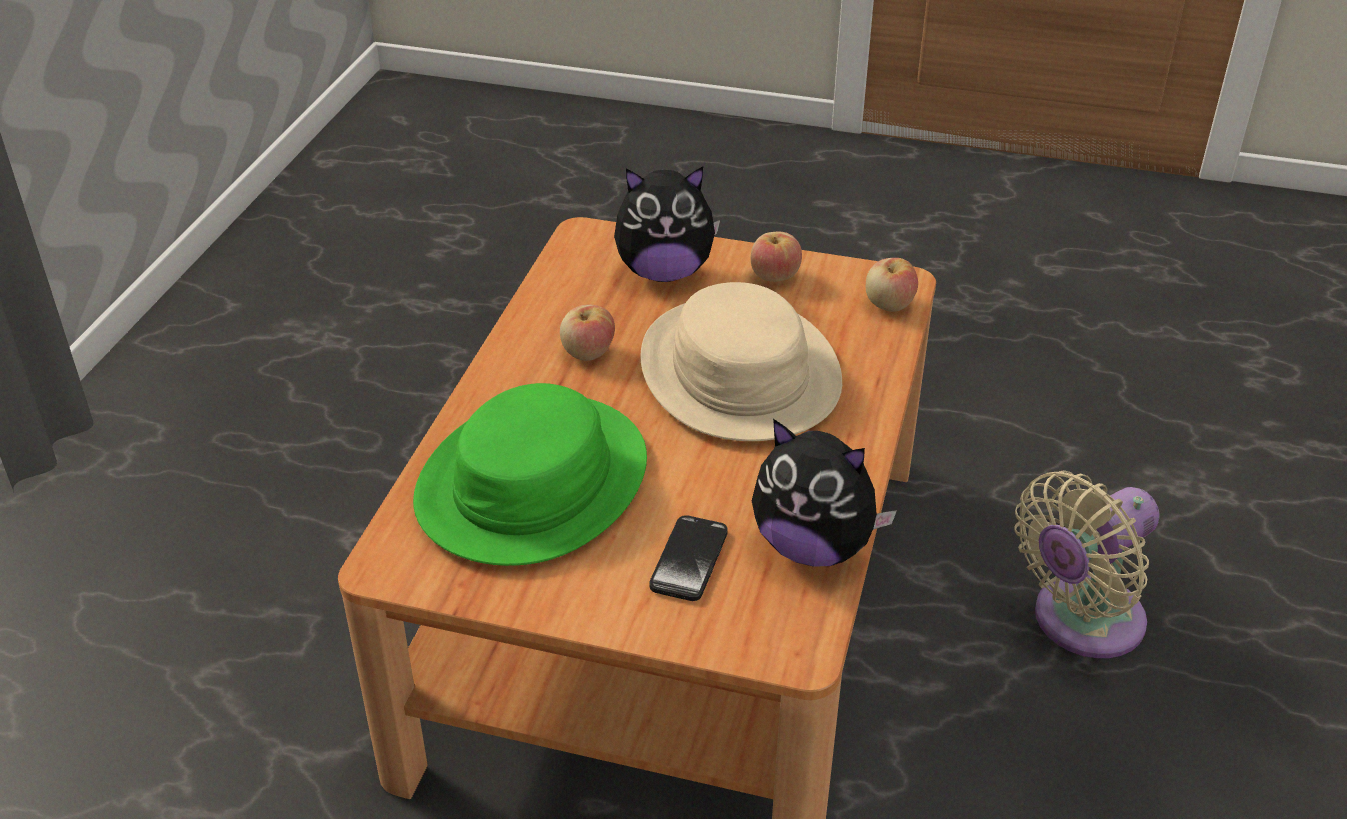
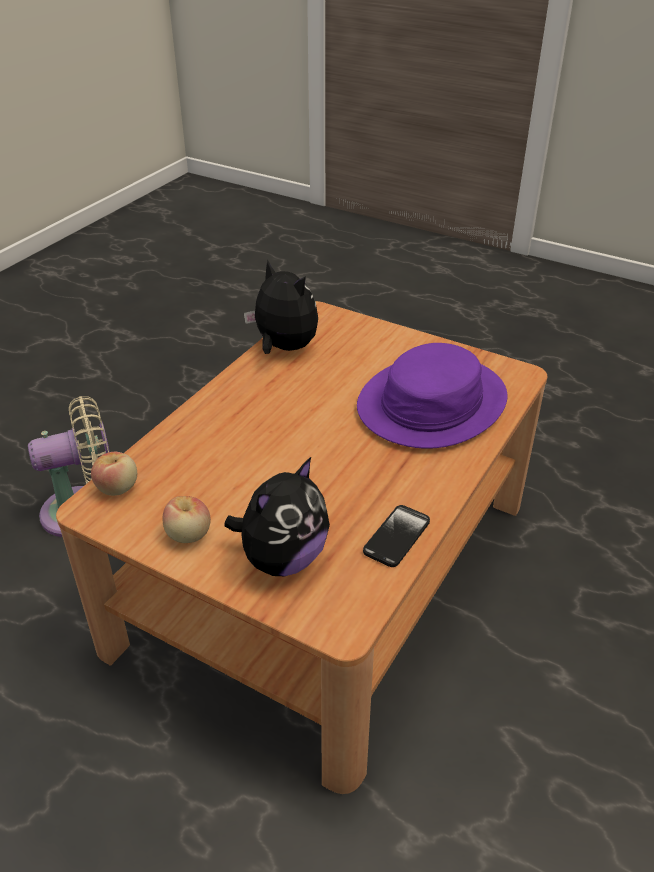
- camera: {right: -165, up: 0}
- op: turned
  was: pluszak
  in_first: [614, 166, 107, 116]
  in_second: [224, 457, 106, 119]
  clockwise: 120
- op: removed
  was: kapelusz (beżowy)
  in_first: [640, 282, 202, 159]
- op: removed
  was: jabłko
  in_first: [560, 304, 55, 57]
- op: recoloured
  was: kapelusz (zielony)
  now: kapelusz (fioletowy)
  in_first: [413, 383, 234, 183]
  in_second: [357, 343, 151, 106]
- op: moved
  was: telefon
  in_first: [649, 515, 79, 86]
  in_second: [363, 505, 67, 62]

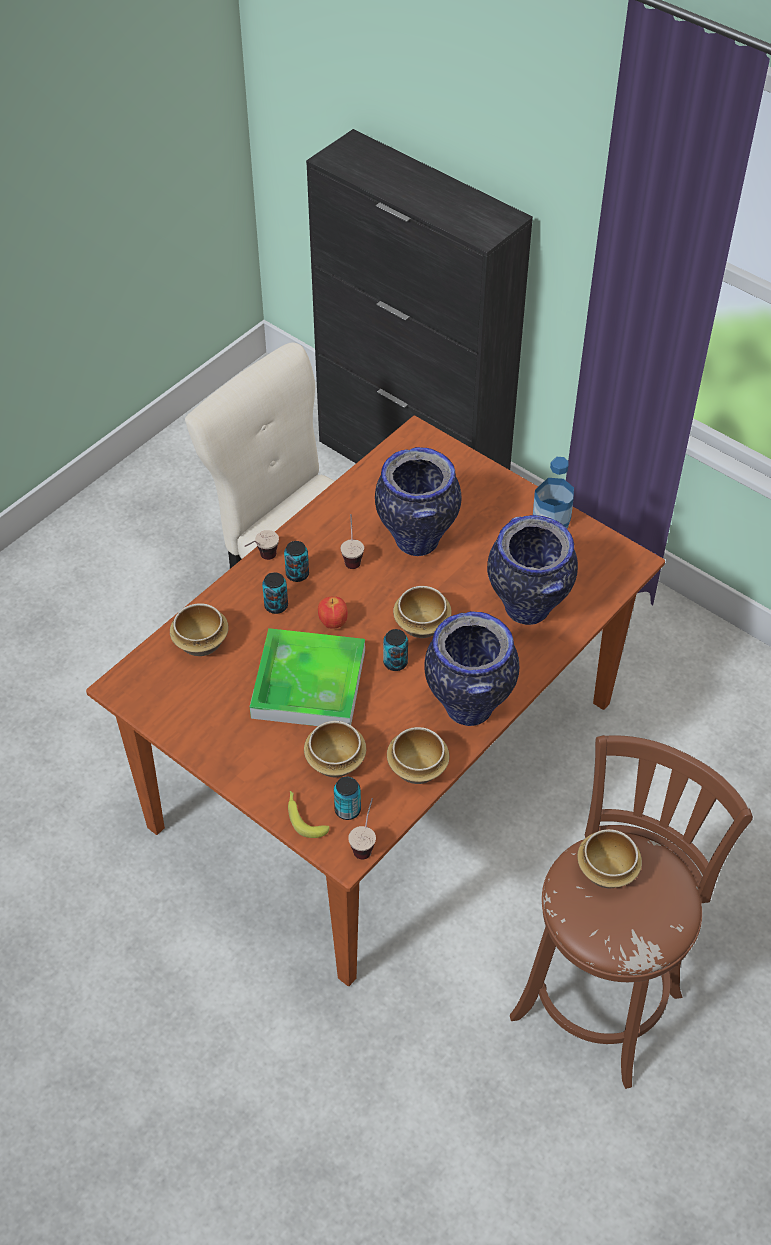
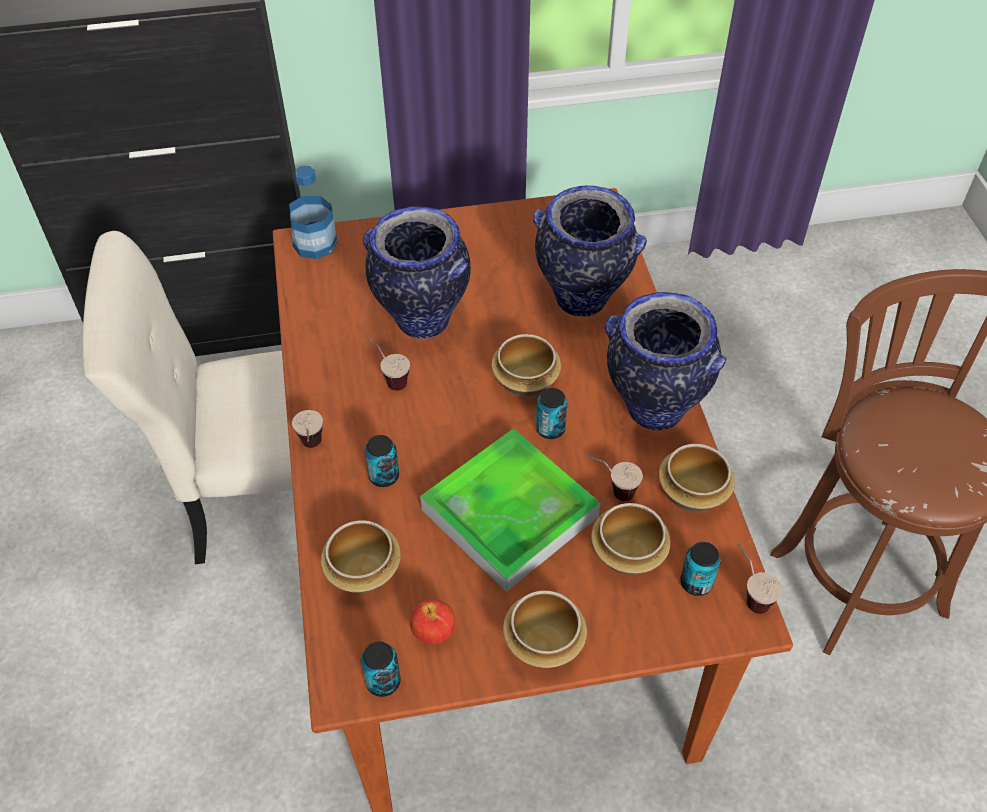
- camera: {right: -50, up: 0}
- op: moved
  was: butelka
  in_first: [533, 457, 41, 71]
  in_second: [289, 166, 48, 93]
- op: moved
  was: puszka
  in_first: [284, 541, 25, 41]
  in_second: [361, 642, 40, 55]
- op: moved
  was: jabłko
  in_first: [318, 596, 30, 32]
  in_second: [410, 599, 45, 45]
- op: removed
  was: banan
  in_first: [288, 791, 42, 47]
- op: moved
  was: miska
  in_first: [577, 829, 65, 59]
  in_second: [503, 590, 84, 78]
- op: added
  now: filiżanka
  in_second: [586, 455, 57, 46]

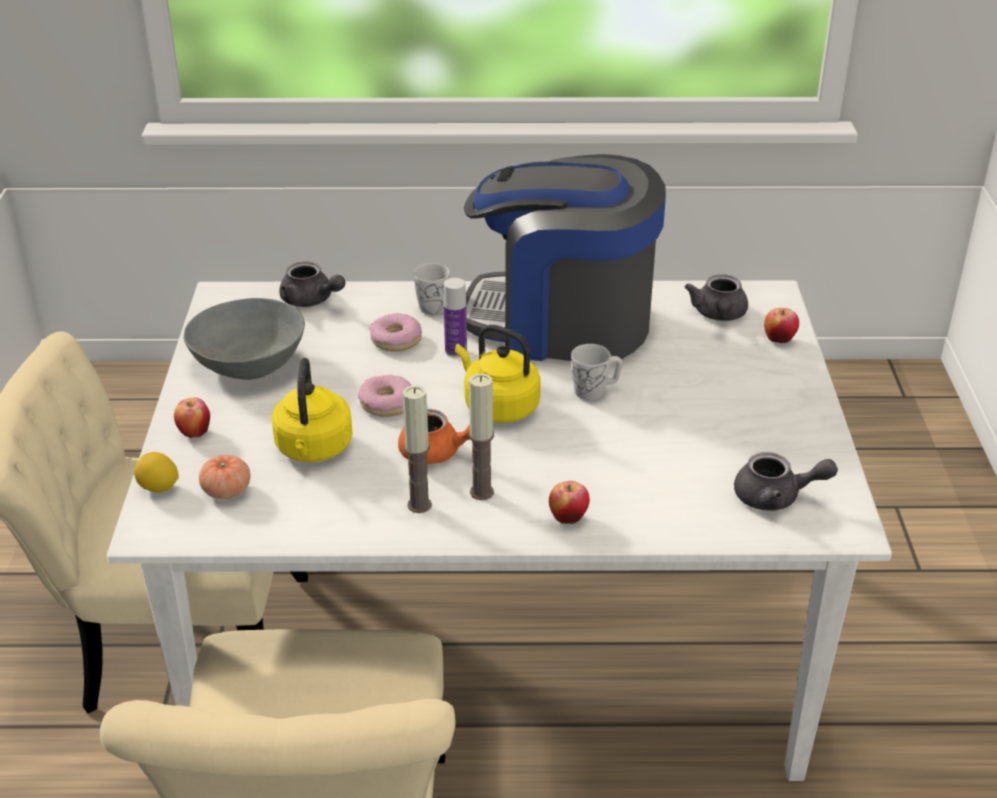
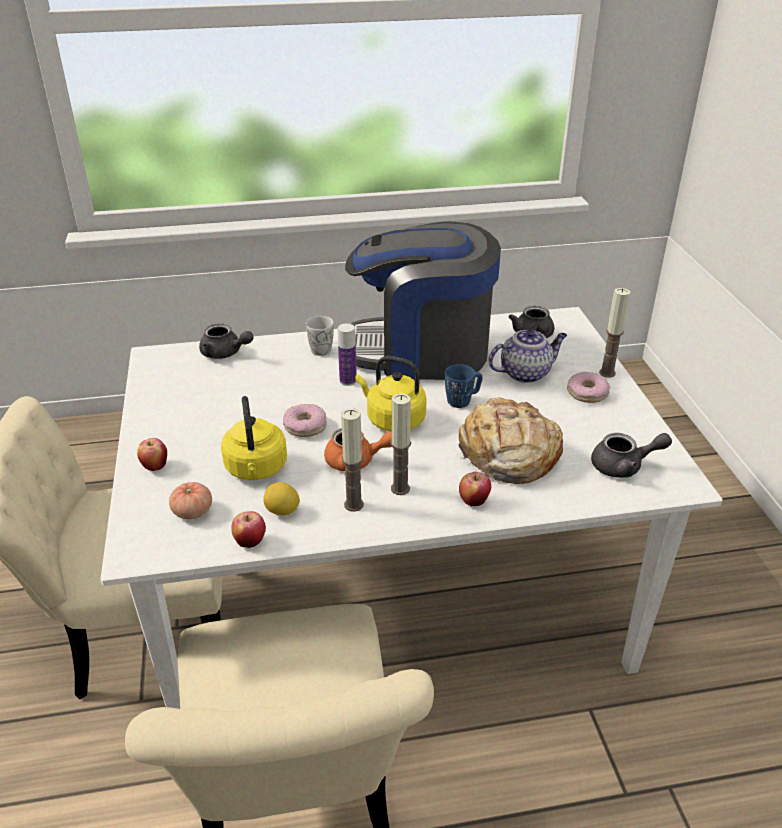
- camera: {right: -10, up: 0}
- op: removed
  was: miska (szary)
  in_first: [183, 298, 122, 82]
- op: moved
  was: jabłko
  in_first: [764, 308, 35, 35]
  in_second: [231, 511, 35, 37]
- op: moved
  was: donut
  in_first: [369, 313, 53, 38]
  in_second: [567, 372, 44, 31]
- op: recoloured
  was: kubek (biały)
  now: kubek (niebieski)
  in_first: [571, 344, 52, 56]
  in_second: [445, 364, 38, 44]
- op: moved
  was: cytryna
  in_first: [134, 452, 45, 41]
  in_second: [263, 482, 37, 34]
- op: added
  now: świeca
  in_second: [599, 288, 31, 90]
- op: added
  now: imbryk
  in_second: [488, 329, 79, 54]
- op: added
  now: chleb
  in_second: [458, 397, 105, 87]

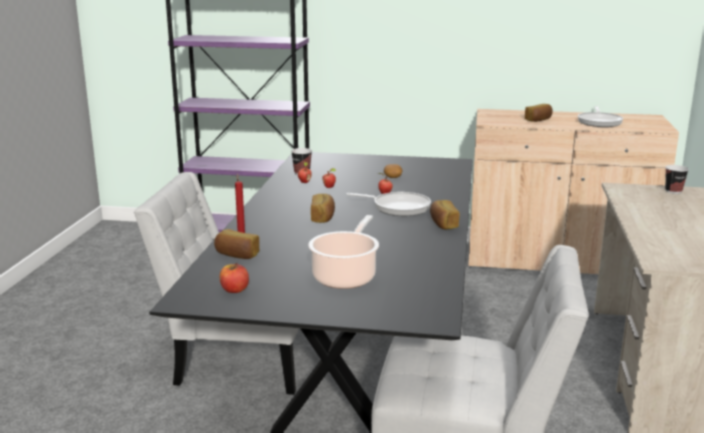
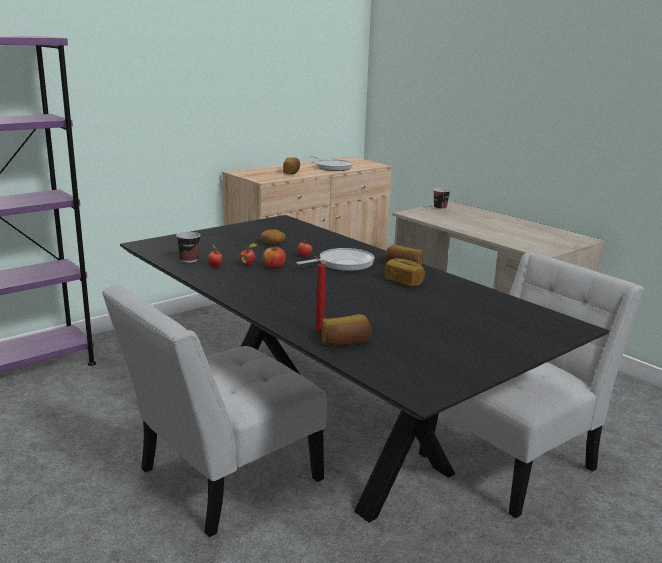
- camera: {right: -50, up: 0}
- op: moved
  was: chleb
  in_first: [311, 194, 24, 29]
  in_second: [385, 258, 40, 28]
- op: removed
  was: garnek
  in_first: [308, 215, 71, 74]
- op: moved
  was: jabłko
  in_first: [220, 263, 29, 30]
  in_second: [263, 245, 23, 24]

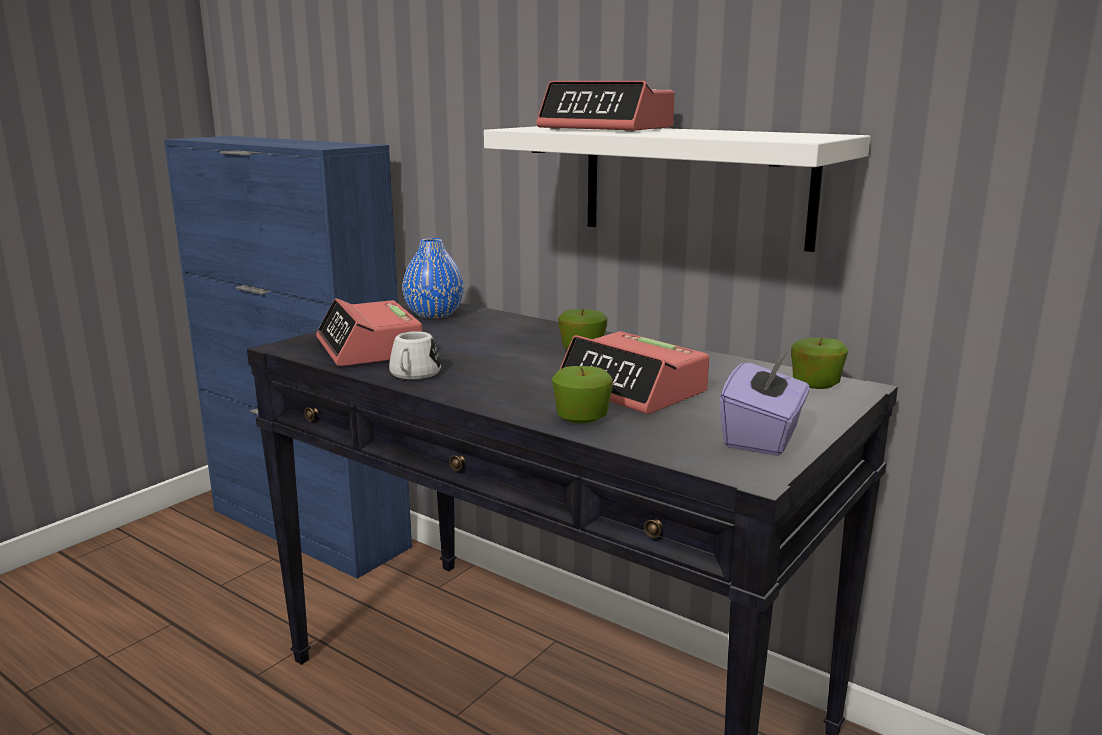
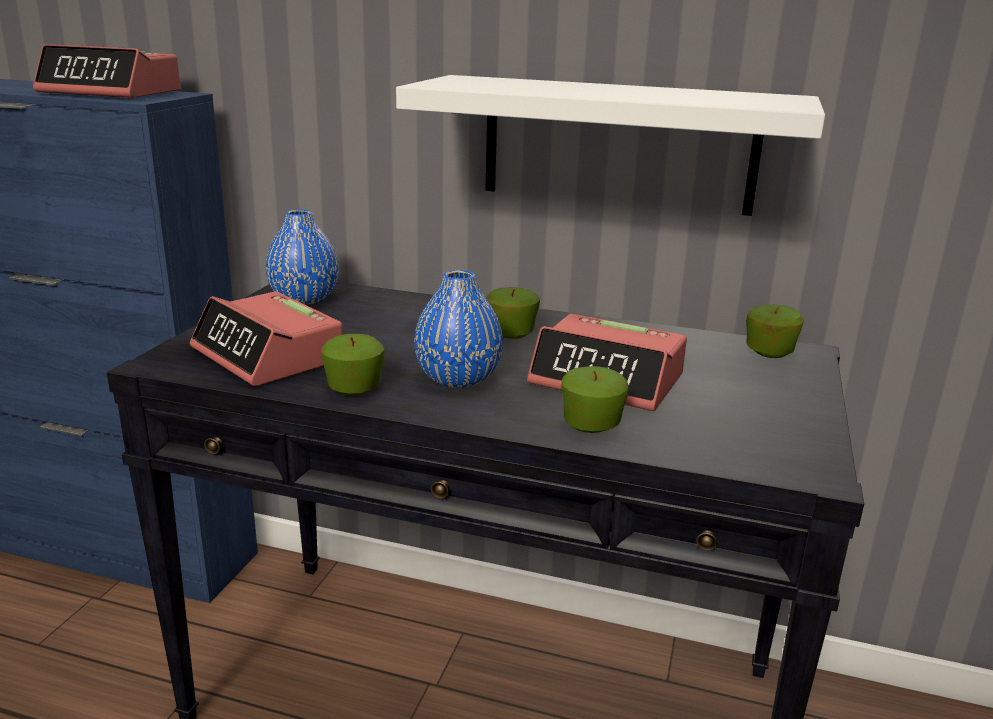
- camera: {right: -20, up: 5}
- op: moved
  was: budzik
  in_first: [536, 81, 139, 51]
  in_second: [33, 44, 148, 54]
- op: replaced
  was: kubek (biały)
  now: jabłko
  in_first: [389, 331, 52, 48]
  in_second: [321, 334, 64, 62]
- op: removed
  was: pudełko chusteczek (fioletowy)
  in_first: [720, 352, 89, 104]
- op: added
  now: wazon (niebieski)
  in_second: [414, 270, 89, 118]

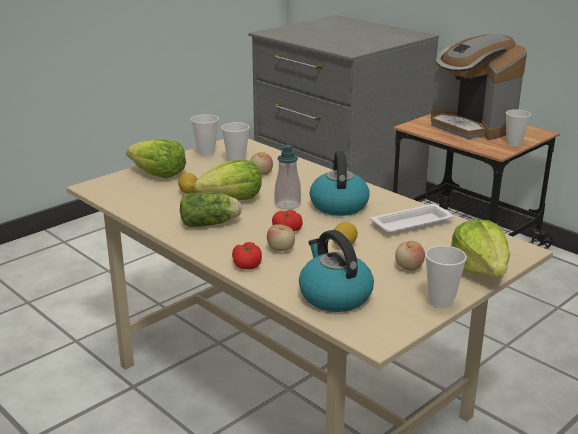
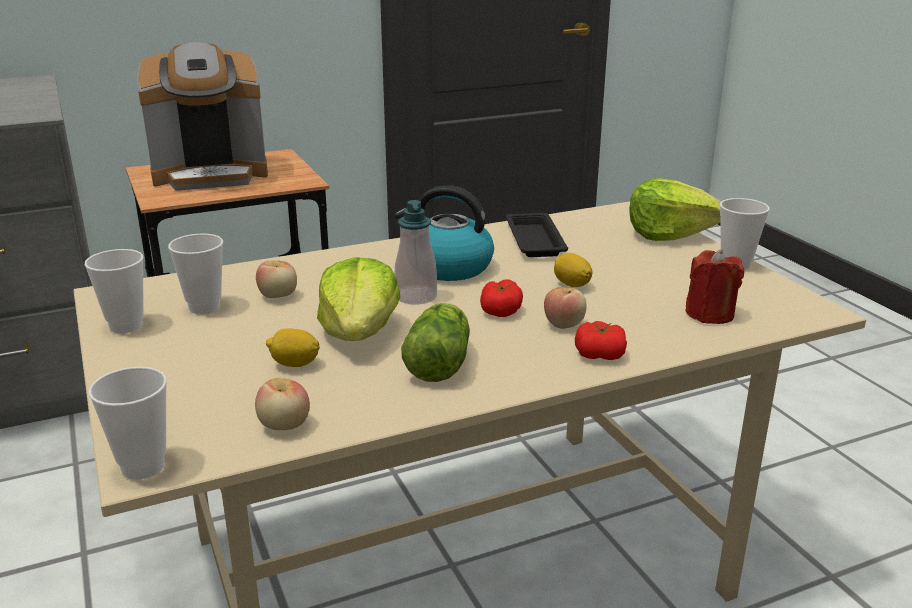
- camera: {right: -70, up: 0}
- op: moved
  was: filiżanka
  in_first: [506, 109, 25, 37]
  in_second: [89, 367, 78, 113]
- op: removed
  was: sałata
  in_first: [126, 139, 60, 39]
- op: recoloured
  was: taca (biały)
  now: taca (czarny)
  in_first: [370, 204, 84, 31]
  in_second: [506, 213, 62, 44]
- op: replaced
  was: czajnik
  now: świeca (czerwony)
  in_first: [299, 230, 75, 82]
  in_second: [685, 249, 59, 75]
- op: moved
  was: jabłko
  in_first: [395, 241, 30, 30]
  in_second: [255, 378, 55, 52]

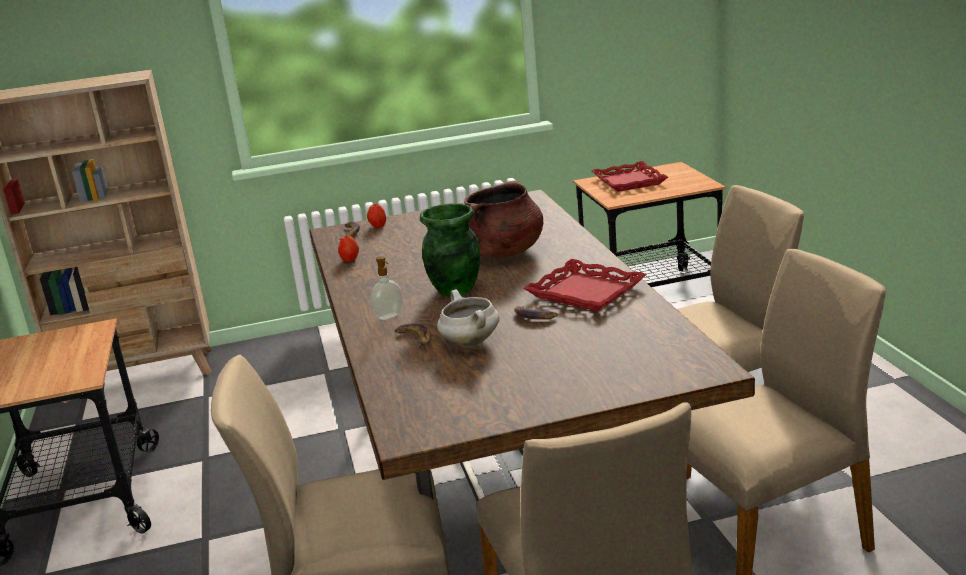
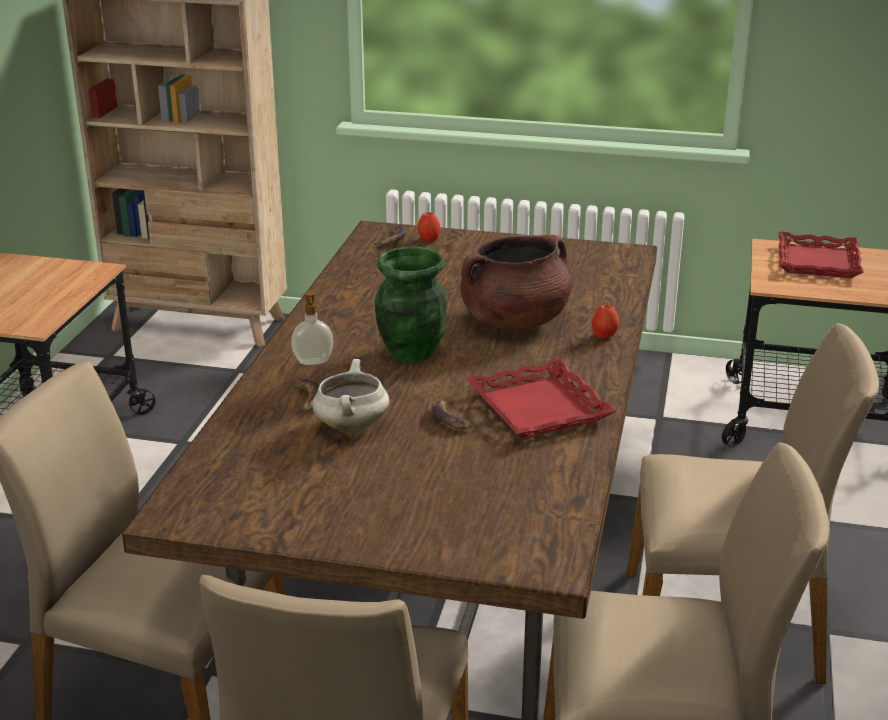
- camera: {right: 25, up: 5}
- op: moved
  was: jabłko
  in_first: [338, 235, 21, 27]
  in_second: [592, 304, 27, 35]

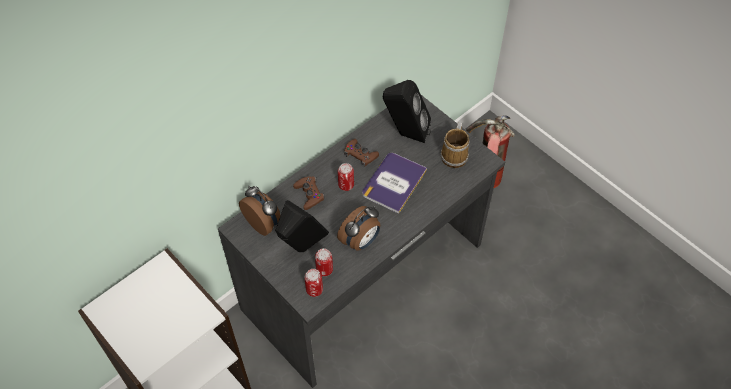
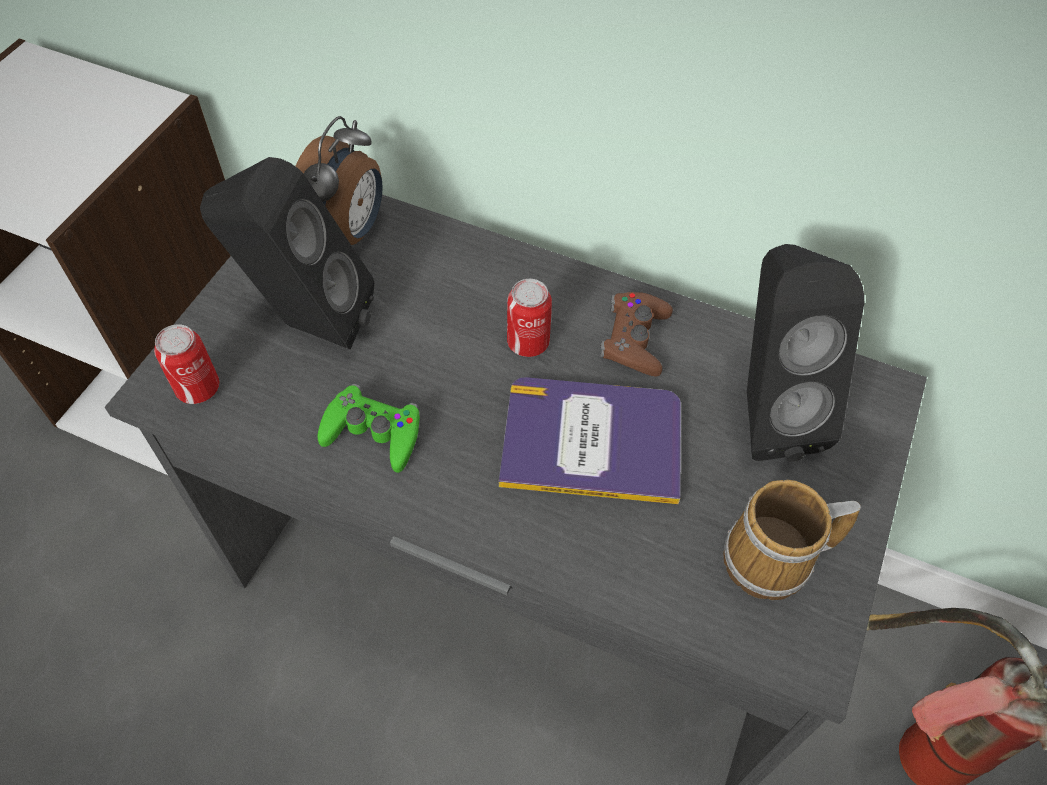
- camera: {right: 65, up: 0}
- op: removed
  was: pad do gier (brązowy)
  in_first: [293, 176, 32, 34]
- op: replaced
  was: budzik
  now: pad do gier (zielony)
  in_first: [337, 206, 43, 45]
  in_second: [317, 384, 103, 89]
- op: removed
  was: puszka
  in_first: [315, 248, 18, 28]

